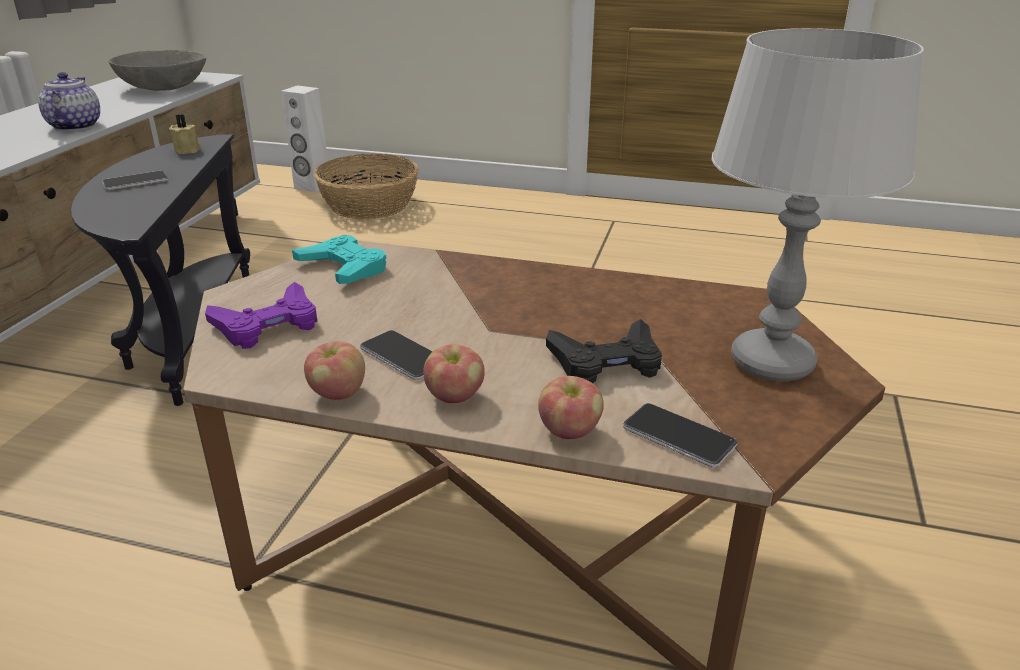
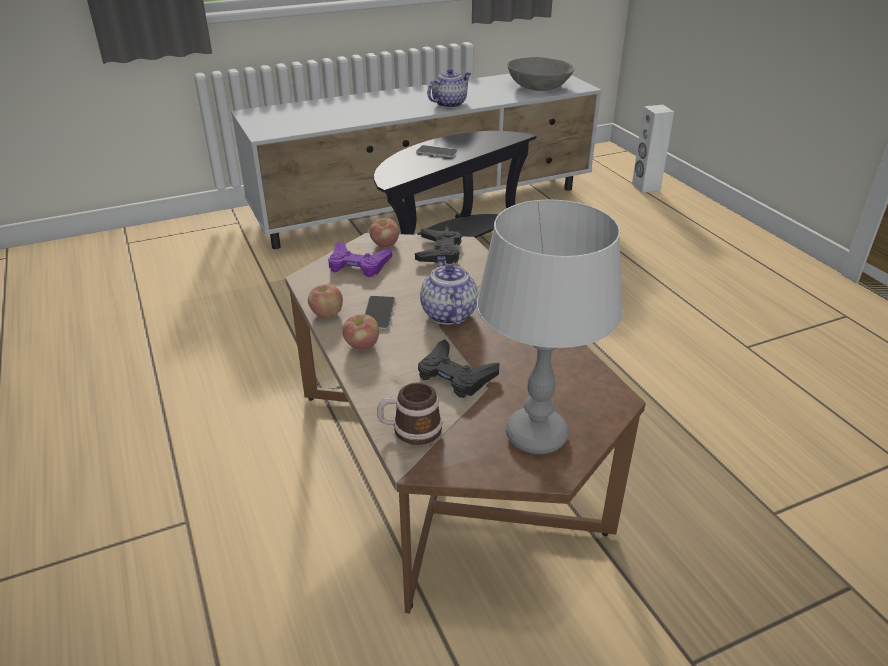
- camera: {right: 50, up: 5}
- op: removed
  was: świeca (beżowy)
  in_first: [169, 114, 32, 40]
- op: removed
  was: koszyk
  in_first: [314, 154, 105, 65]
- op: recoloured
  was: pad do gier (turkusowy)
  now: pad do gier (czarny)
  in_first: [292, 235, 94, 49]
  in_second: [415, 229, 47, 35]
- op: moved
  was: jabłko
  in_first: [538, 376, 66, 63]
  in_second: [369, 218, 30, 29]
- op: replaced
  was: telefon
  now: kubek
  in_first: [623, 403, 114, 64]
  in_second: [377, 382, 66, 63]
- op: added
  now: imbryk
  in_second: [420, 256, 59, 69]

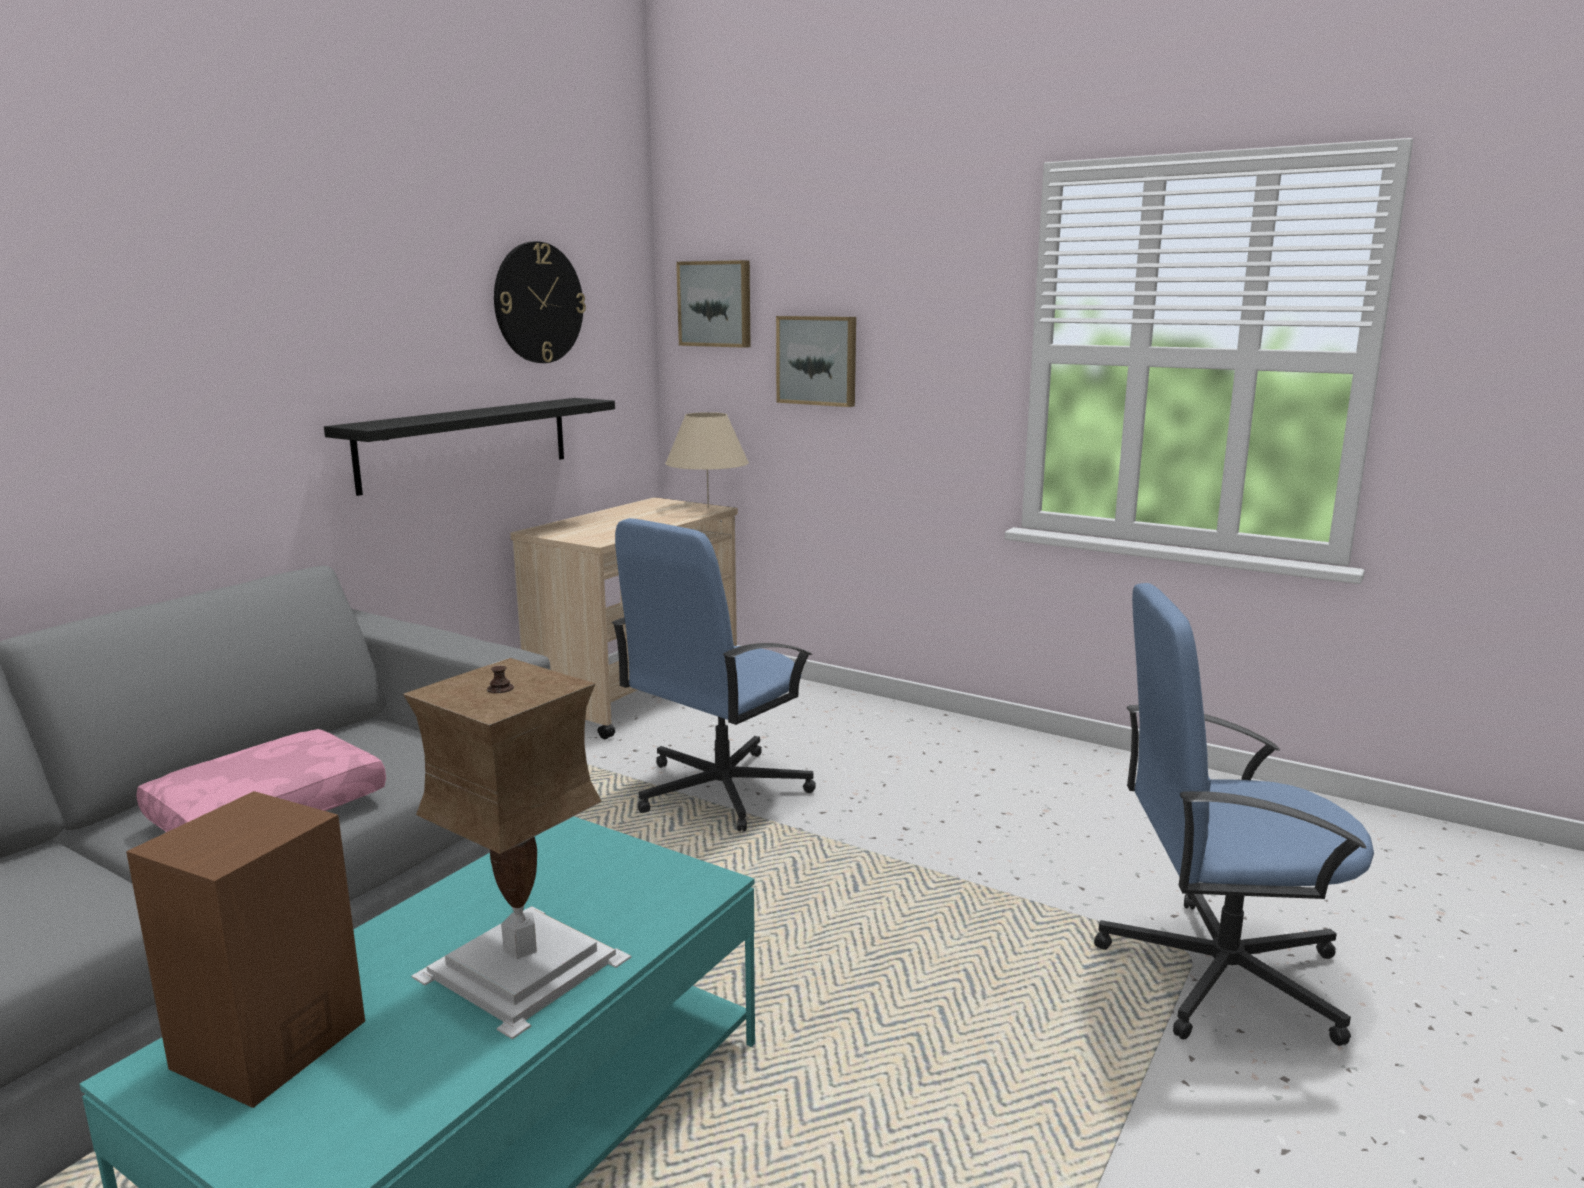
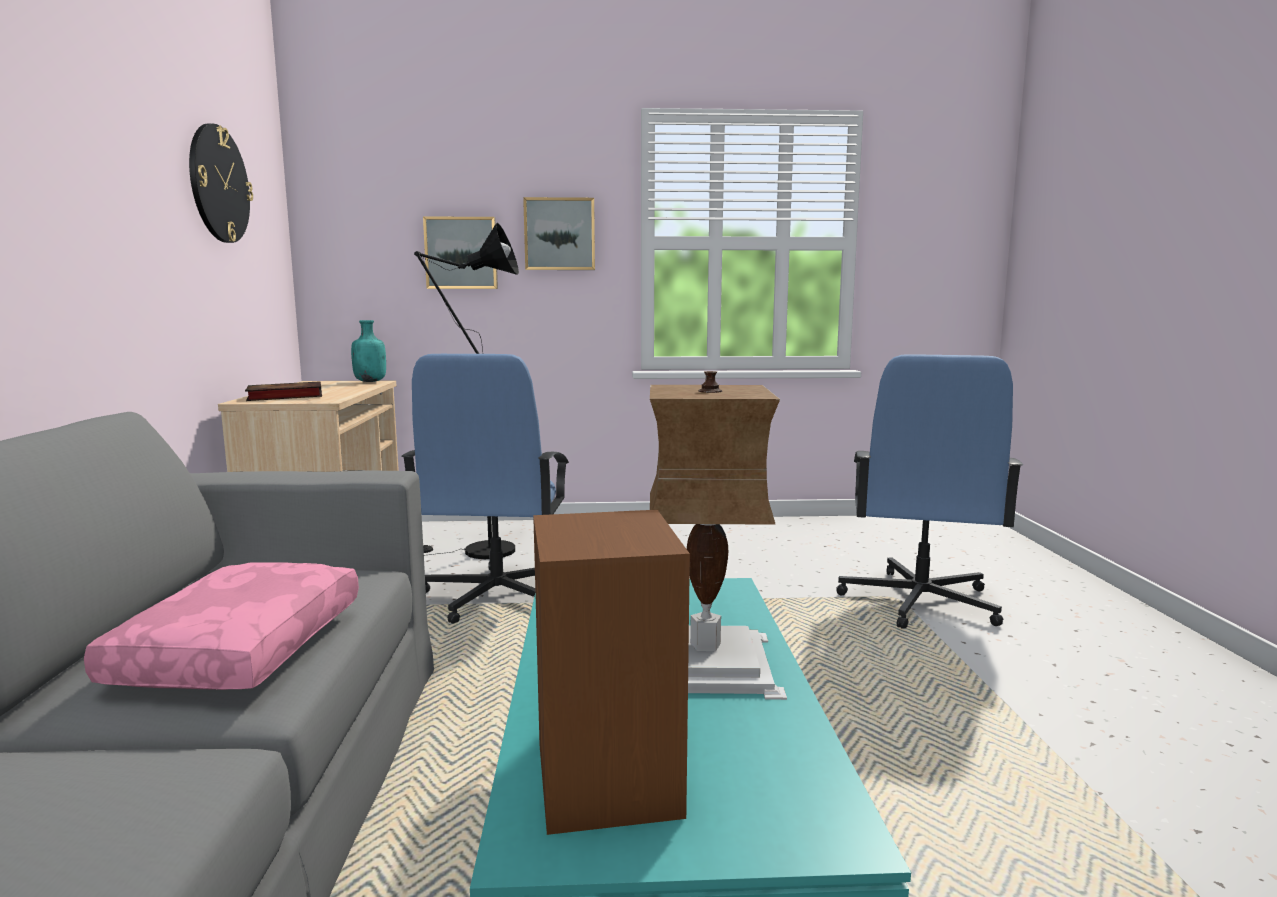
- camera: {right: -35, up: -5}
- op: moved
  was: obraz
  in_first: [676, 260, 74, 88]
  in_second: [523, 197, 72, 73]
- op: removed
  was: półka (czarny)
  in_first: [324, 398, 291, 98]
- op: replaced
  was: lampa stołowa (beżowy)
  now: butelka (turkusowy)
  in_first: [665, 412, 84, 96]
  in_second: [351, 320, 35, 62]
- op: turned
  was: krzesło biurowe (niebieski)
  in_first: [1094, 583, 280, 463]
  in_second: [836, 354, 188, 275]
  clockwise: -45
- op: added
  now: lampa stojąca (czarny)
  in_second: [414, 222, 105, 337]
- op: added
  now: książka
  in_second: [245, 381, 77, 20]

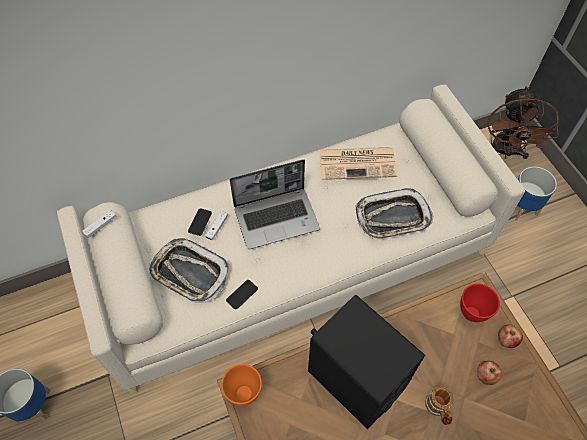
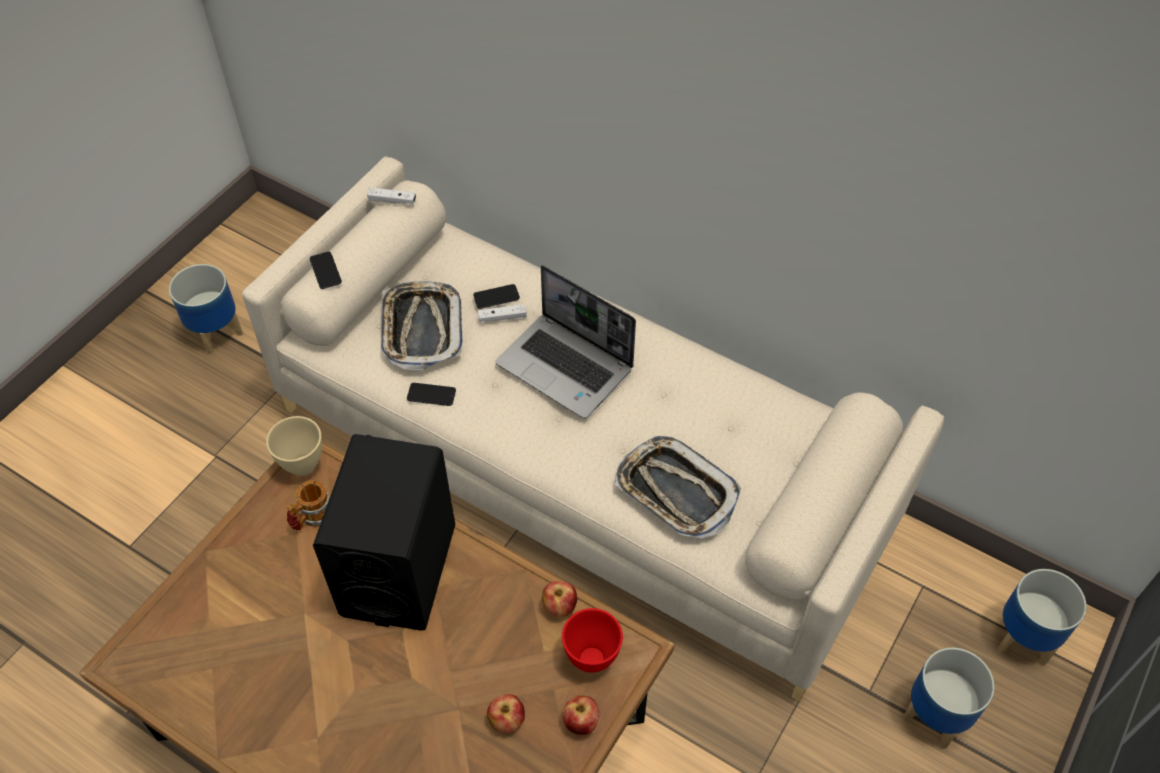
- camera: {right: 55, up: -5}
- op: replaced
  was: wentylator (brązowy)
  now: donica
  in_first: [487, 86, 72, 73]
  in_second: [997, 569, 89, 97]
- op: removed
  was: gazeta
  in_first: [319, 147, 79, 33]
- op: recoloured
  was: miska (pomarańczowy)
  now: miska (beżowy)
  in_first: [221, 364, 41, 42]
  in_second: [266, 416, 56, 60]
- op: moved
  was: kubek
  in_first: [425, 386, 28, 39]
  in_second: [287, 480, 43, 50]
- op: added
  now: telefon
  in_second: [310, 252, 32, 37]
- op: added
  now: jabłko
  in_second: [542, 581, 35, 36]

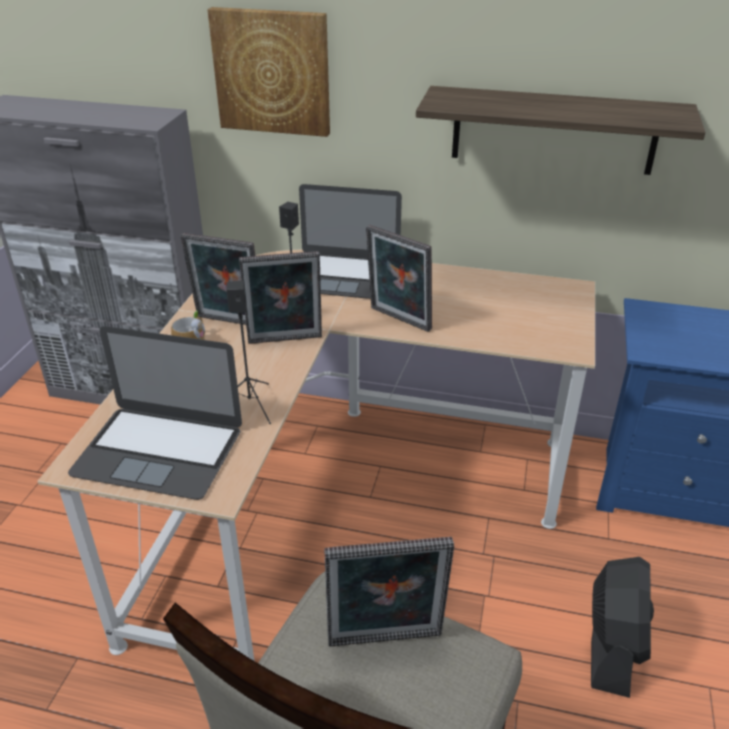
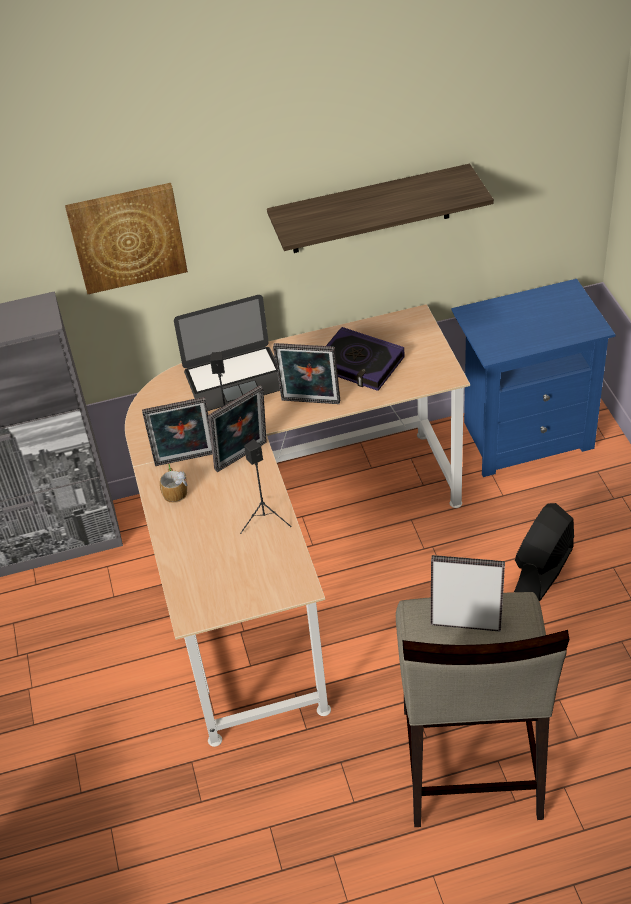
- camera: {right: -25, up: 10}
- op: removed
  was: laptop
  in_first: [68, 326, 174, 174]
- op: turned
  was: ramka na zdjęcie
  in_first: [324, 537, 130, 109]
  in_second: [430, 555, 75, 76]
  clockwise: -135
- op: turned
  was: wentylator (czarny)
  in_first: [591, 557, 63, 141]
  in_second: [514, 503, 60, 99]
  clockwise: -135
- op: added
  now: książka
  in_second: [326, 327, 78, 64]

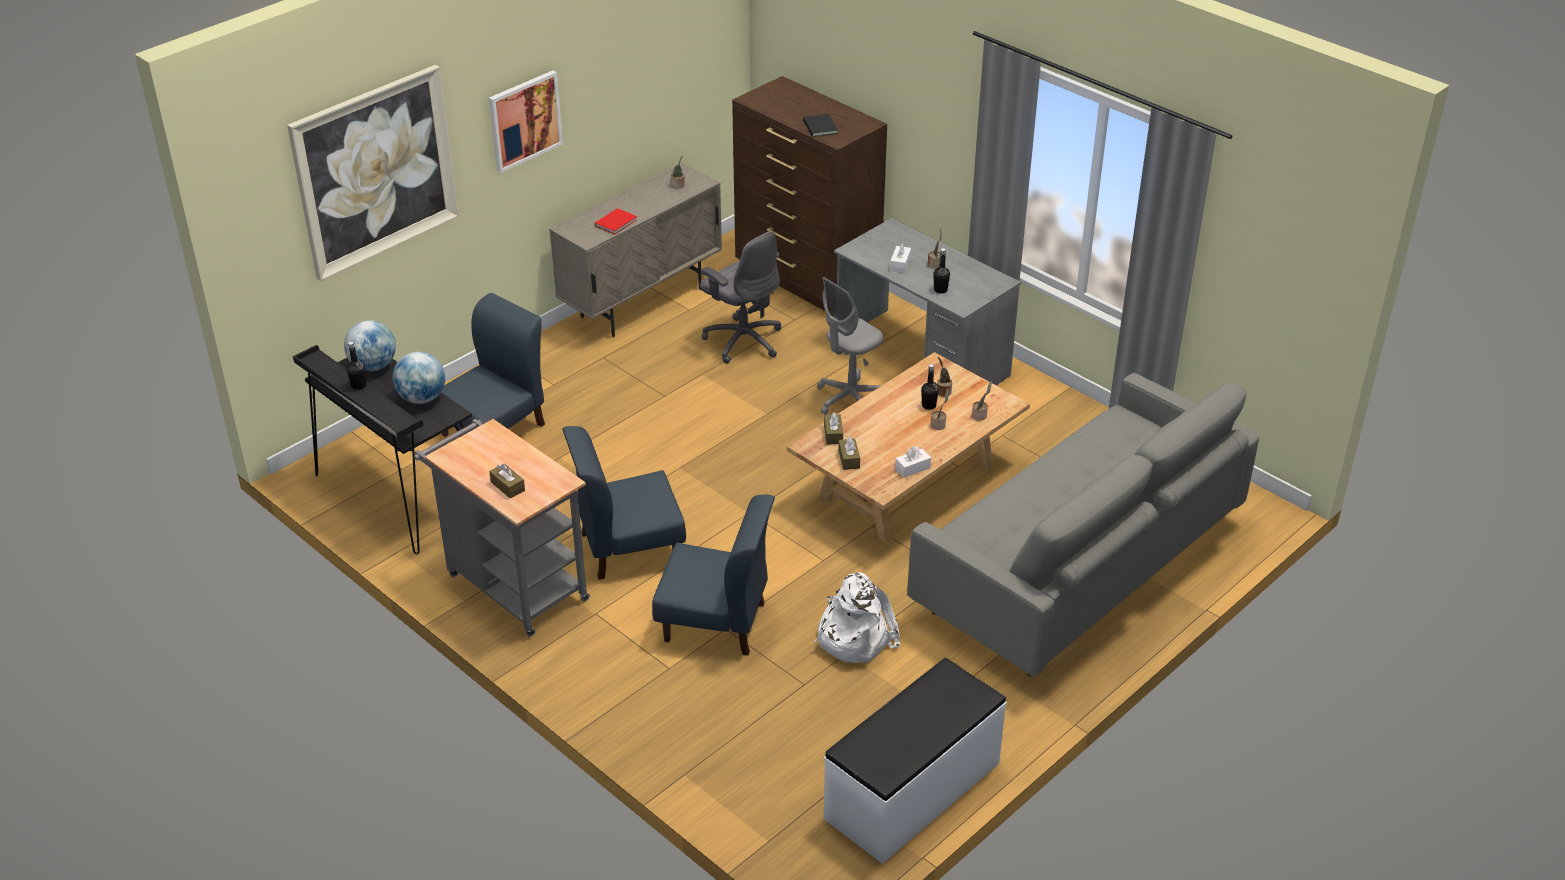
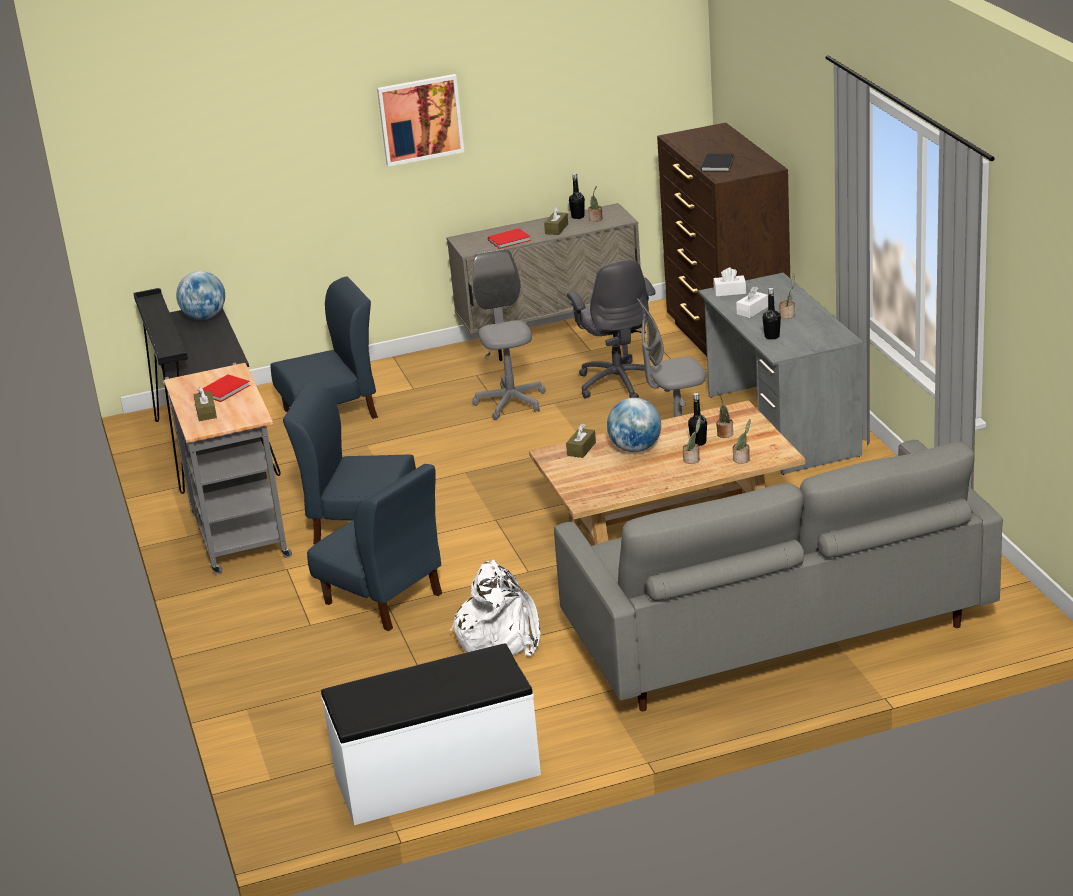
- camera: {right: 30, up: -10}
- op: removed
  was: obraz
  in_first: [287, 65, 172, 216]
- op: moved
  was: butelka (czarny)
  in_first: [346, 341, 20, 49]
  in_second: [569, 173, 16, 46]
- op: moved
  was: globus
  in_first: [393, 352, 52, 52]
  in_second: [607, 398, 54, 54]
- op: moved
  was: pudełko chusteczek (brązowy)
  in_first: [838, 436, 22, 34]
  in_second: [544, 207, 24, 28]
- op: moved
  was: pudełko chusteczek (biały)
  in_first: [895, 446, 36, 32]
  in_second: [713, 267, 33, 30]
- op: added
  now: krzesło biurowe (szary)
  in_second: [472, 249, 74, 171]
- op: added
  now: książka (czerwony)
  in_second: [199, 374, 51, 28]

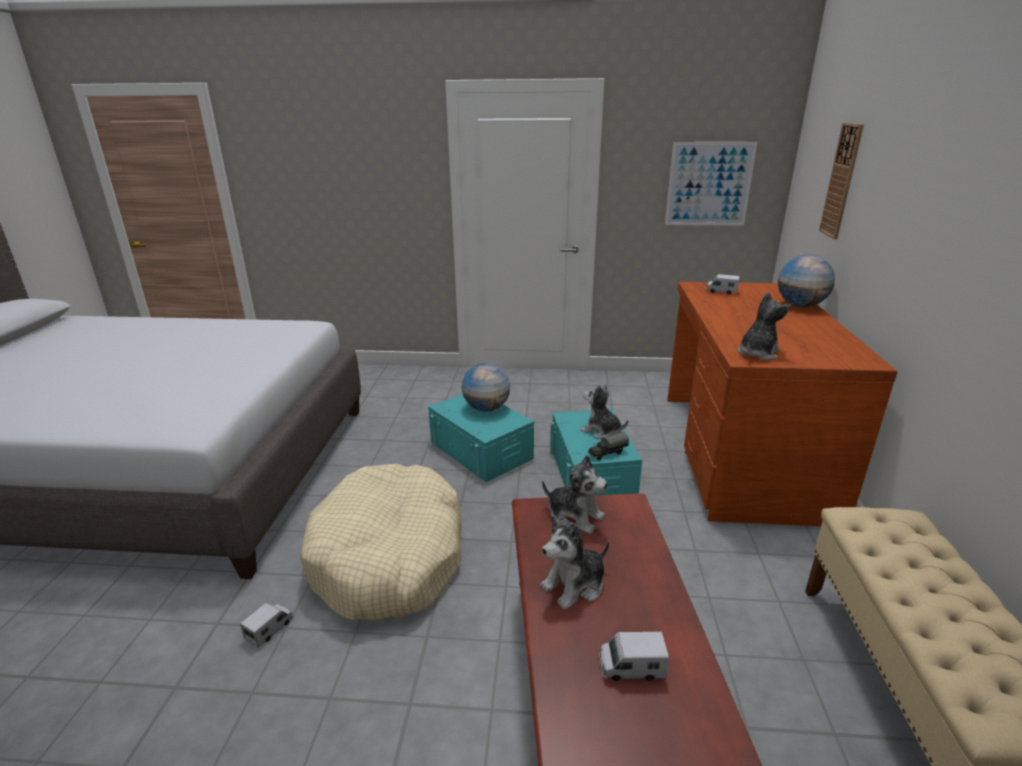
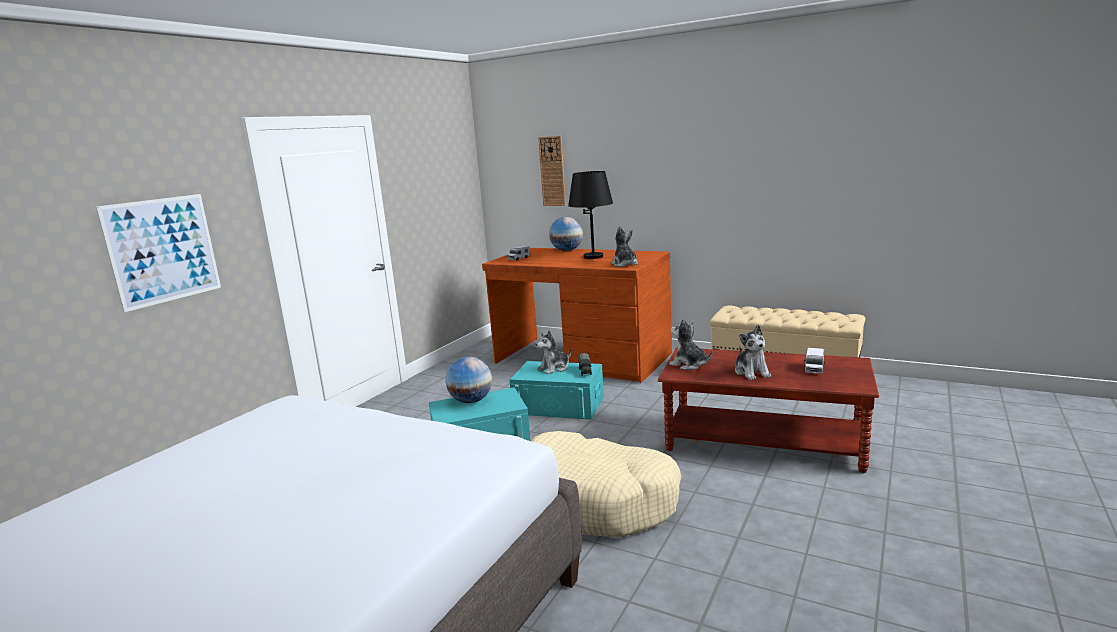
- camera: {right: -65, up: -10}
- op: moved
  was: obraz
  in_first: [665, 142, 92, 84]
  in_second: [96, 194, 125, 118]
- op: turned
  was: pluszak
  in_first: [542, 455, 65, 79]
  in_second: [669, 318, 43, 52]
  clockwise: -105
- op: removed
  was: ciężarówka zabawkowa
  in_first: [240, 602, 53, 46]
- op: added
  now: lampa stołowa (czarny)
  in_second: [568, 171, 45, 88]

